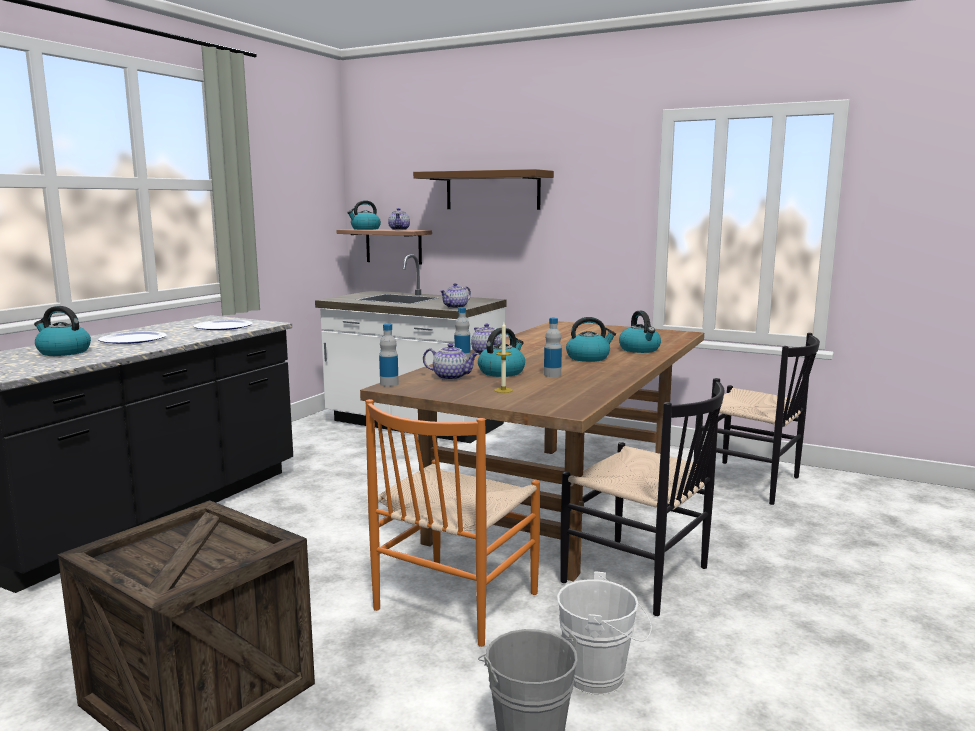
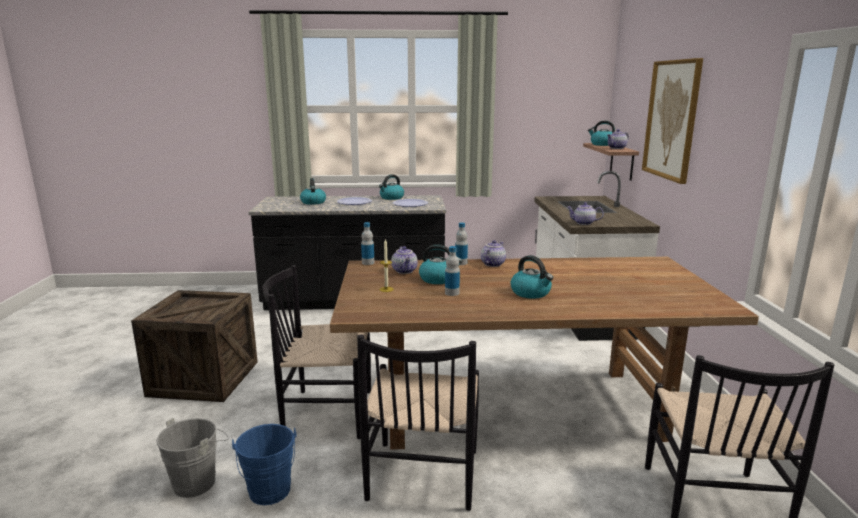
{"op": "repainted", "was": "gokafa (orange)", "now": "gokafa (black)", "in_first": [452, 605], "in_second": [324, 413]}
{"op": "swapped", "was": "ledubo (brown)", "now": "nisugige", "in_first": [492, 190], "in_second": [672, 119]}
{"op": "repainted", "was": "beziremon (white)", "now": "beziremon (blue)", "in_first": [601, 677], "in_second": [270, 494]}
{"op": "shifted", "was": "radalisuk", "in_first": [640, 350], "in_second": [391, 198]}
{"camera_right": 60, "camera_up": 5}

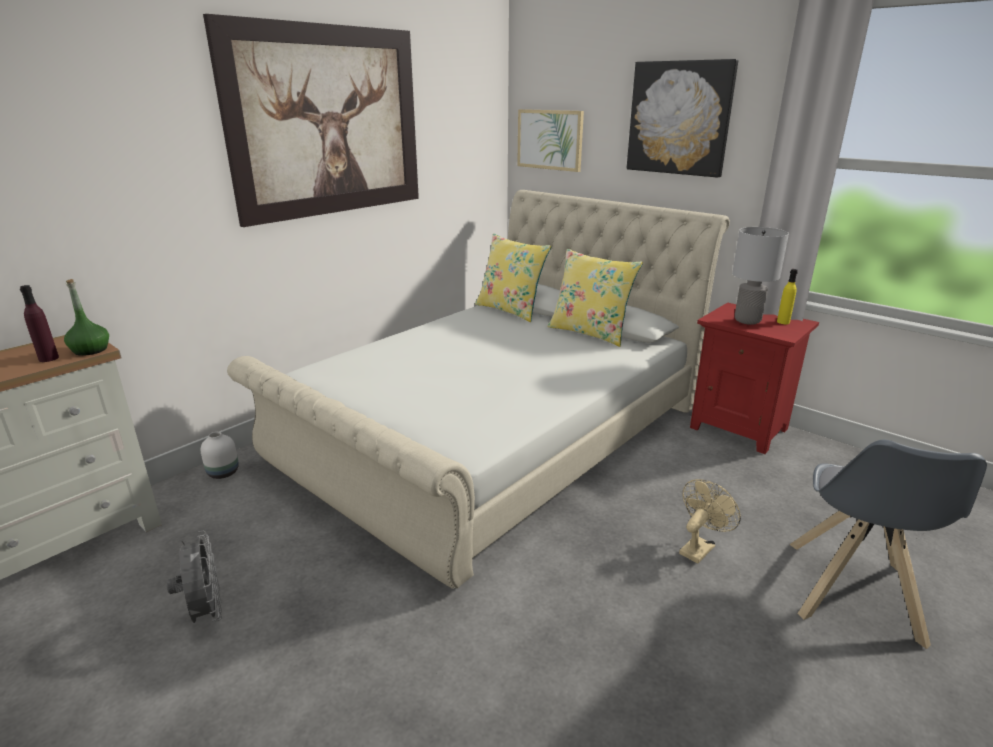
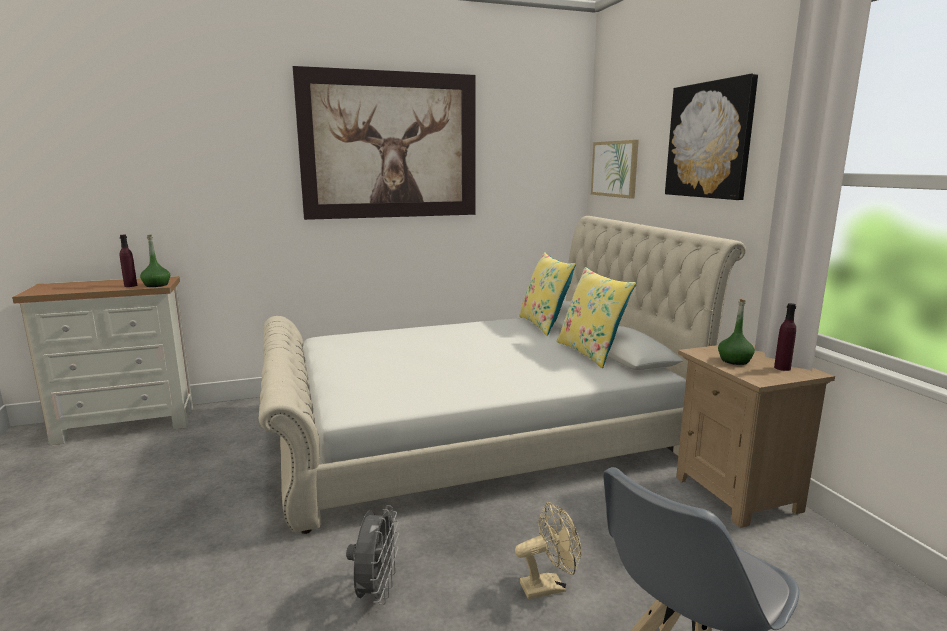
{"op": "shifted", "was": "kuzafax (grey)", "in_first": [206, 612], "in_second": [376, 592]}
{"op": "gone", "was": "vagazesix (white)", "in_first": [223, 472]}
{"op": "repainted", "was": "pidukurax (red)", "now": "pidukurax (beige)", "in_first": [738, 429], "in_second": [735, 495]}
{"op": "swapped", "was": "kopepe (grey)", "now": "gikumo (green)", "in_first": [747, 322], "in_second": [734, 360]}
{"op": "repainted", "was": "gikumo (yellow)", "now": "gikumo (purple)", "in_first": [783, 322], "in_second": [782, 368]}
{"camera_right": 30, "camera_up": -10}

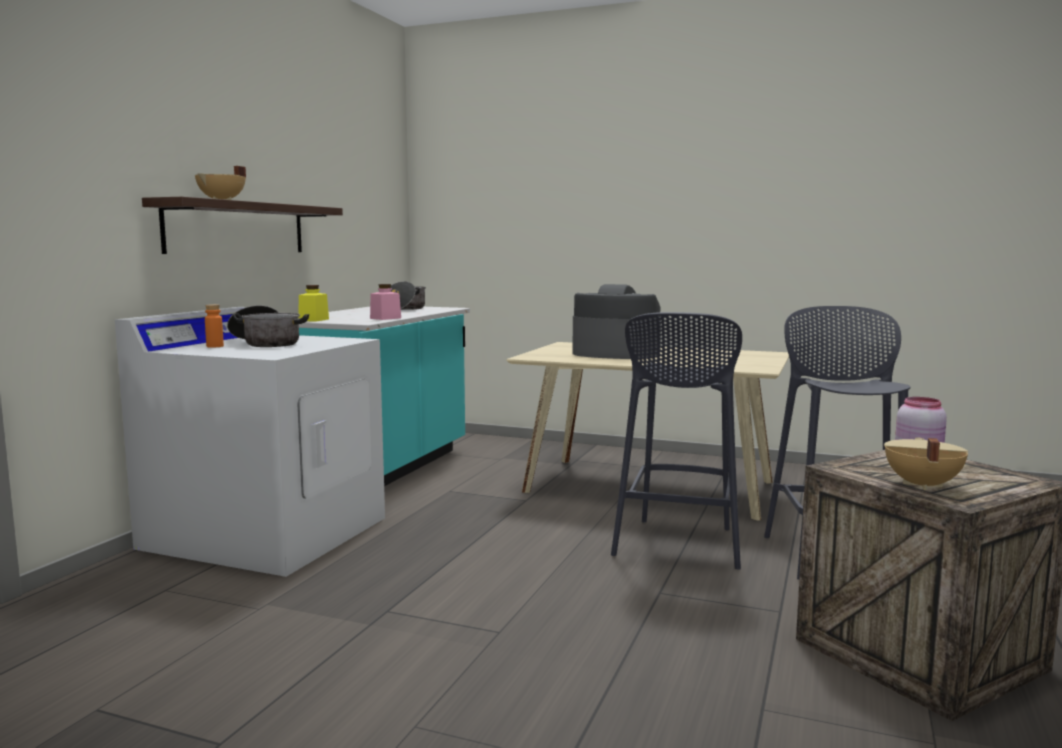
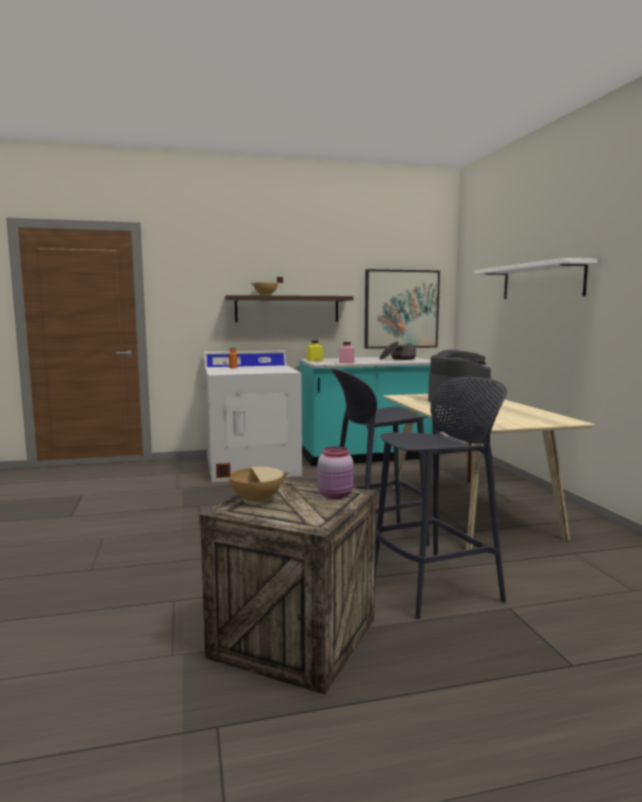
{"op": "gone", "was": "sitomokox", "in_first": [266, 343]}
{"op": "new", "now": "nisugige", "in_second": [401, 309]}
{"op": "new", "now": "ledubo (white)", "in_second": [541, 281]}
{"camera_right": 55, "camera_up": 0}

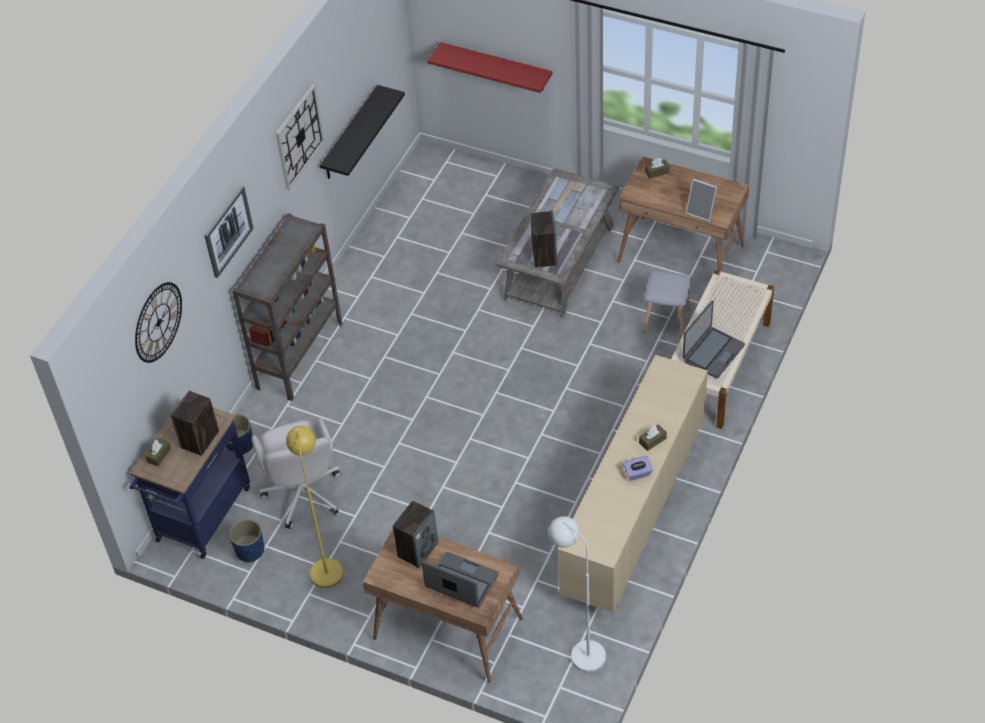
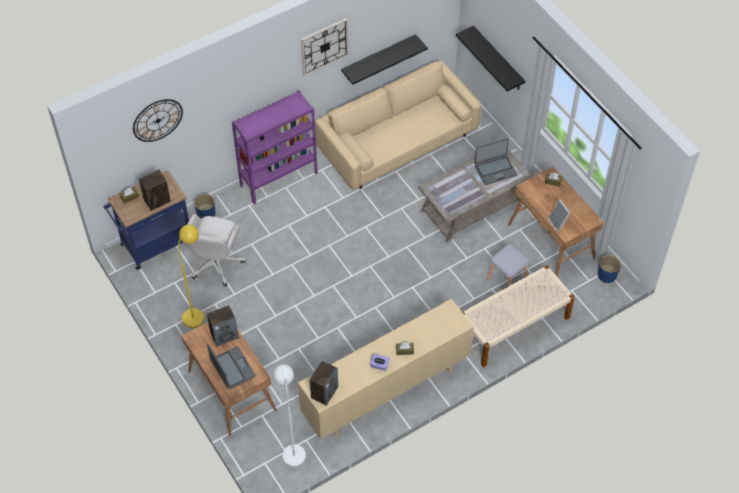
{"op": "gone", "was": "nisugige", "in_first": [227, 231]}
{"op": "shifted", "was": "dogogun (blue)", "in_first": [250, 550], "in_second": [607, 275]}
{"op": "repainted", "was": "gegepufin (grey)", "now": "gegepufin (purple)", "in_first": [299, 355], "in_second": [279, 179]}
{"op": "repainted", "was": "ledubo (red)", "now": "ledubo (black)", "in_first": [496, 67], "in_second": [498, 59]}
{"op": "shifted", "was": "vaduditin", "in_first": [544, 255], "in_second": [324, 392]}
{"op": "shifted", "was": "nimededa", "in_first": [712, 353], "in_second": [495, 170]}
{"op": "new", "now": "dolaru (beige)", "in_second": [397, 142]}
{"camera_right": 30, "camera_up": 5}

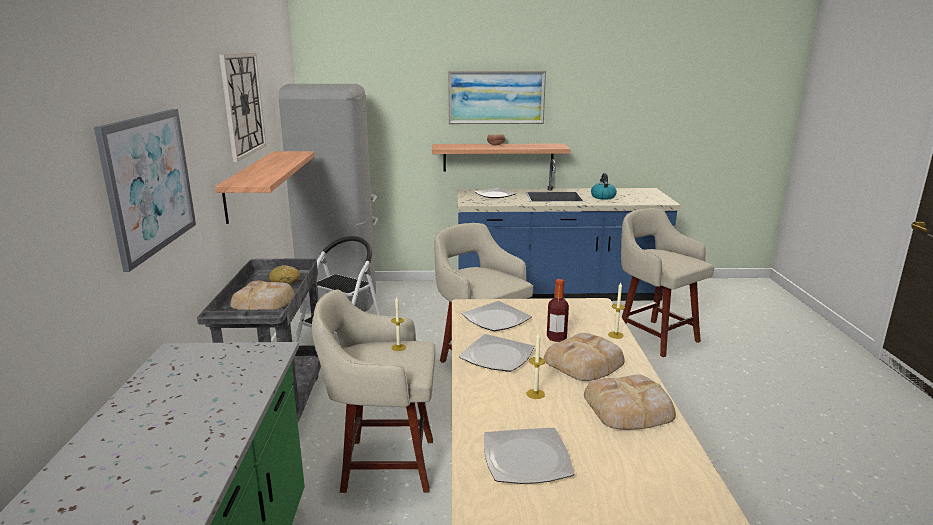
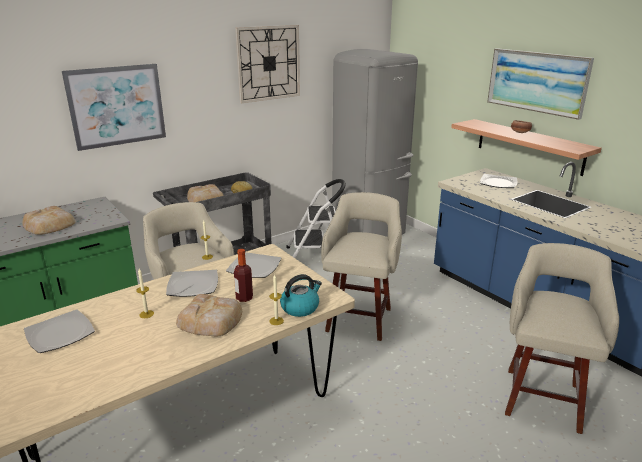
{"op": "gone", "was": "ledubo", "in_first": [250, 185]}
{"op": "shifted", "was": "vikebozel", "in_first": [630, 409], "in_second": [49, 225]}
{"op": "shifted", "was": "radalisuk", "in_first": [603, 197], "in_second": [300, 307]}
{"camera_right": 55, "camera_up": 5}

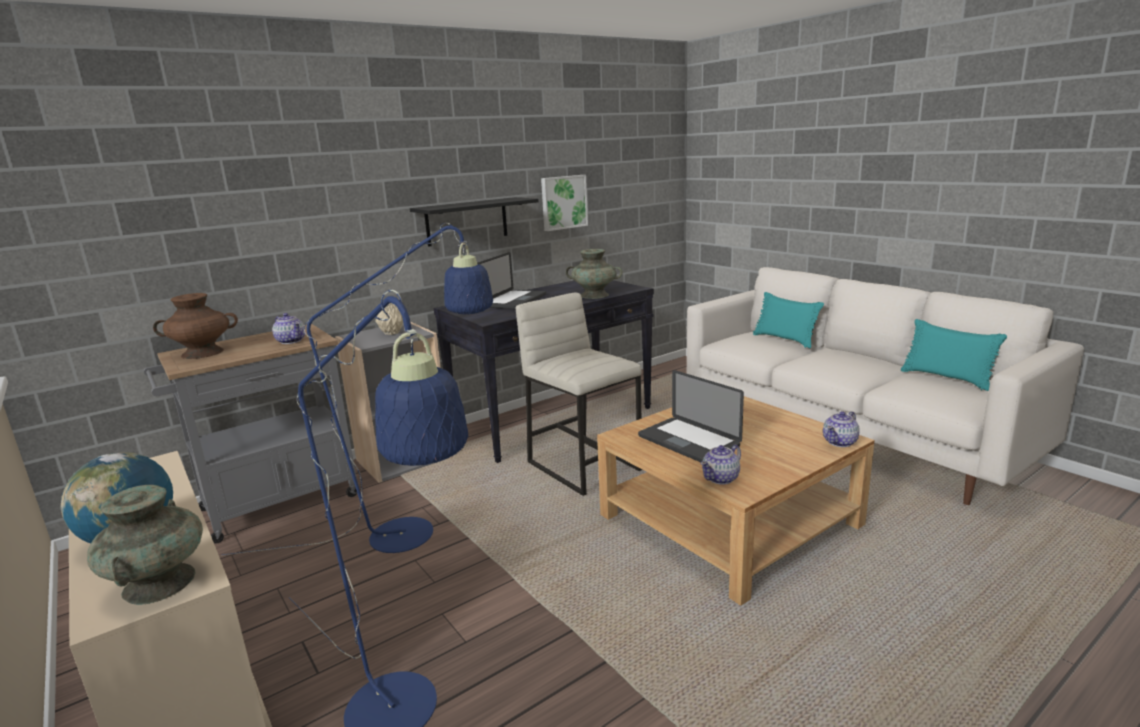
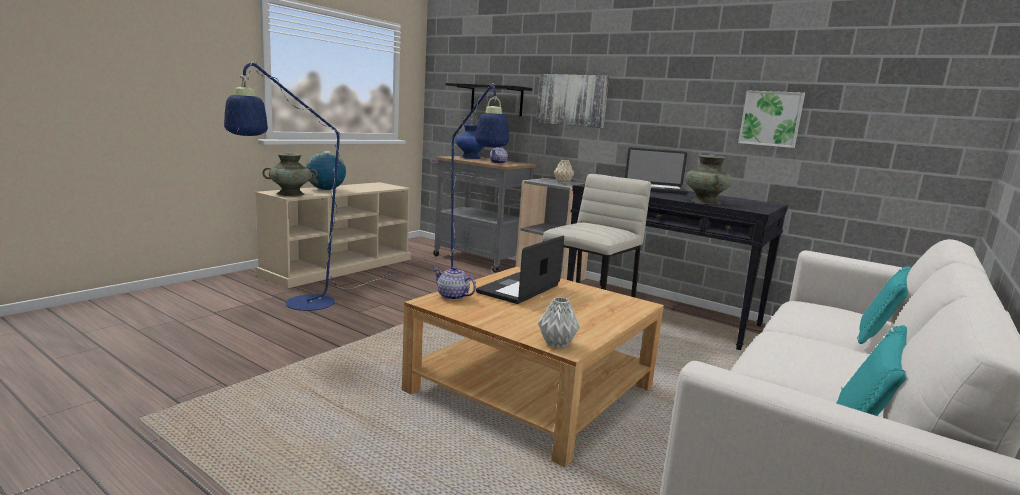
{"op": "repainted", "was": "vagazesix (brown)", "now": "vagazesix (blue)", "in_first": [203, 353], "in_second": [470, 157]}
{"op": "shifted", "was": "ledubo (black)", "in_first": [467, 221], "in_second": [496, 100]}
{"op": "swapped", "was": "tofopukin", "now": "vagazesix (grey)", "in_first": [840, 442], "in_second": [556, 344]}
{"op": "new", "now": "nisugige", "in_second": [572, 100]}
{"camera_right": 70, "camera_up": -5}

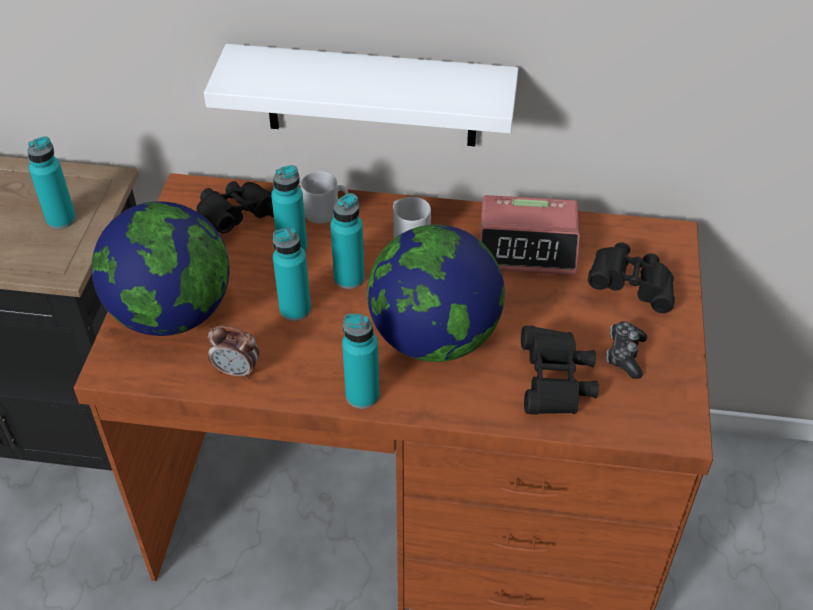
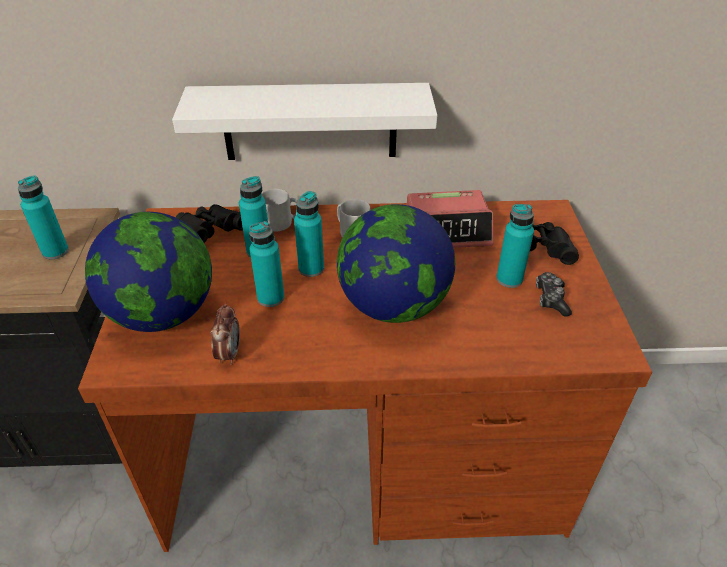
{"op": "rotated", "was": "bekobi", "in_first": [237, 371], "in_second": [229, 354], "clockwise": -90}
{"op": "shifted", "was": "gikumo (turquoise)", "in_first": [362, 395], "in_second": [509, 279]}
{"op": "gone", "was": "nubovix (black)", "in_first": [555, 384]}
{"camera_right": -10, "camera_up": -5}

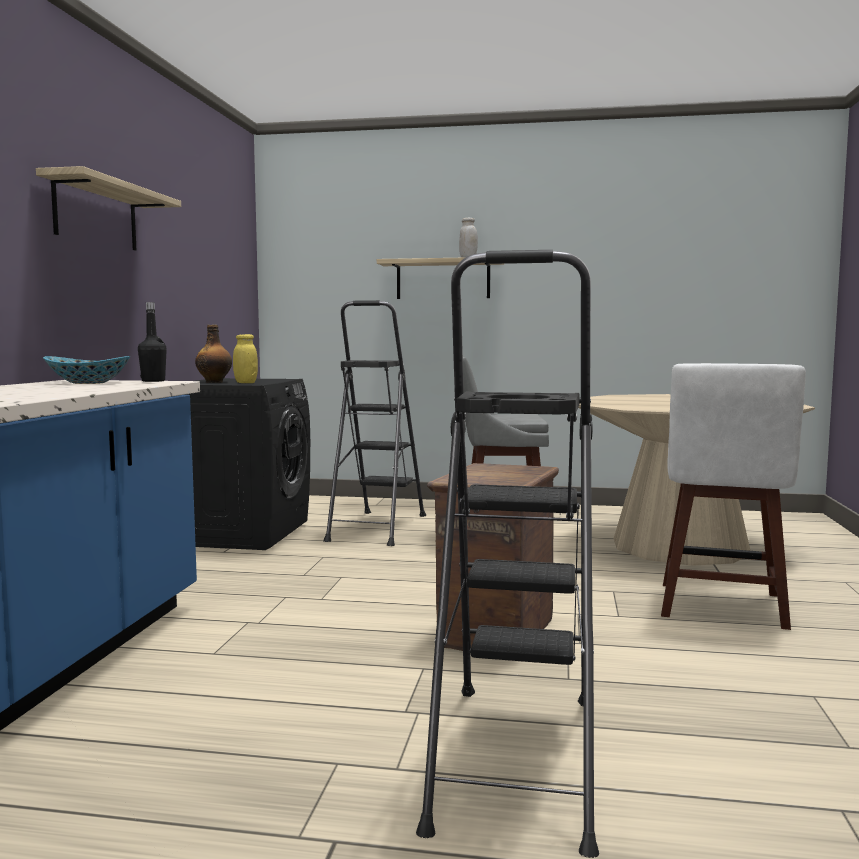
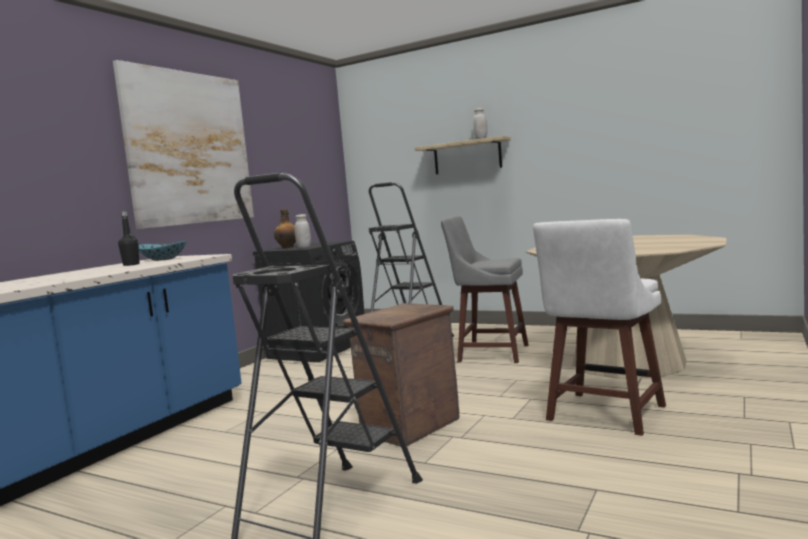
{"op": "swapped", "was": "ledubo", "now": "nisugige", "in_first": [96, 215], "in_second": [189, 148]}
{"op": "shifted", "was": "gikumo (black)", "in_first": [153, 381], "in_second": [131, 264]}
{"op": "repainted", "was": "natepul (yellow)", "now": "natepul (white)", "in_first": [245, 383], "in_second": [304, 247]}
{"camera_right": 20, "camera_up": 0}

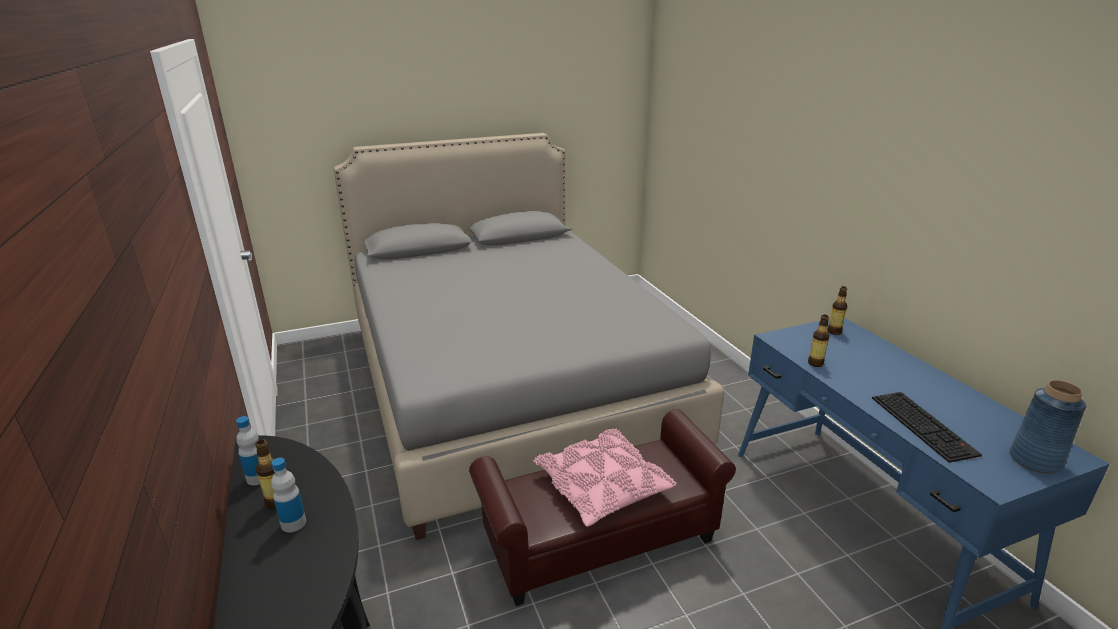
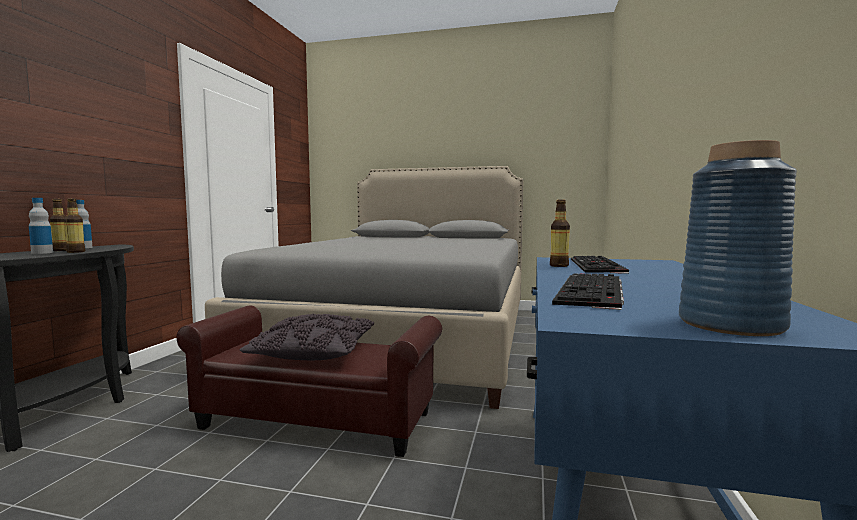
{"op": "repainted", "was": "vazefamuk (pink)", "now": "vazefamuk (black)", "in_first": [602, 486], "in_second": [314, 352]}
{"op": "shifted", "was": "gikumo", "in_first": [834, 332], "in_second": [76, 252]}
{"op": "new", "now": "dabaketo", "in_second": [598, 265]}
{"camera_right": 35, "camera_up": -20}

